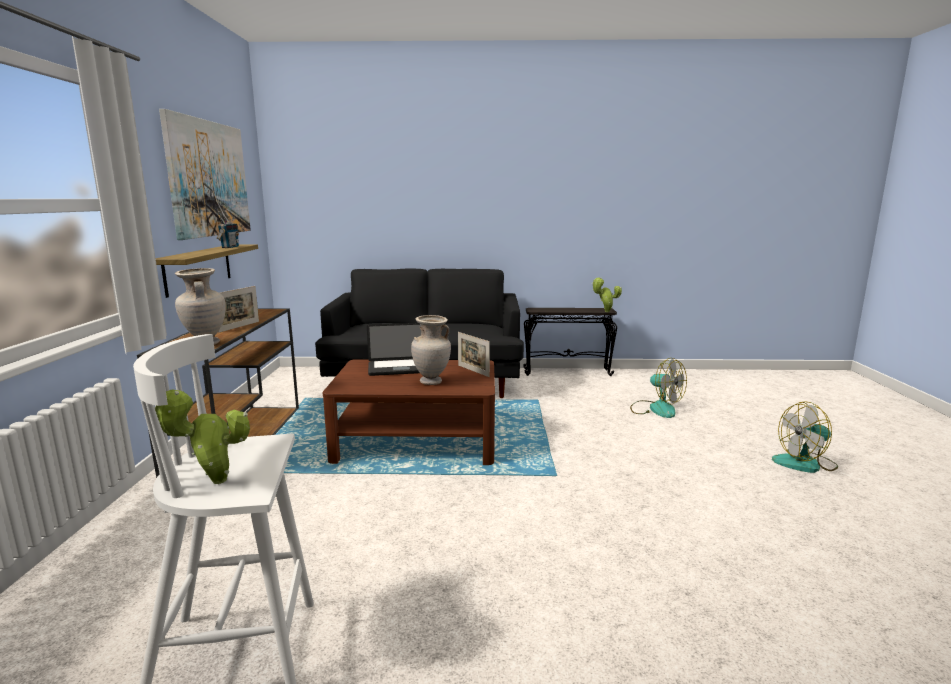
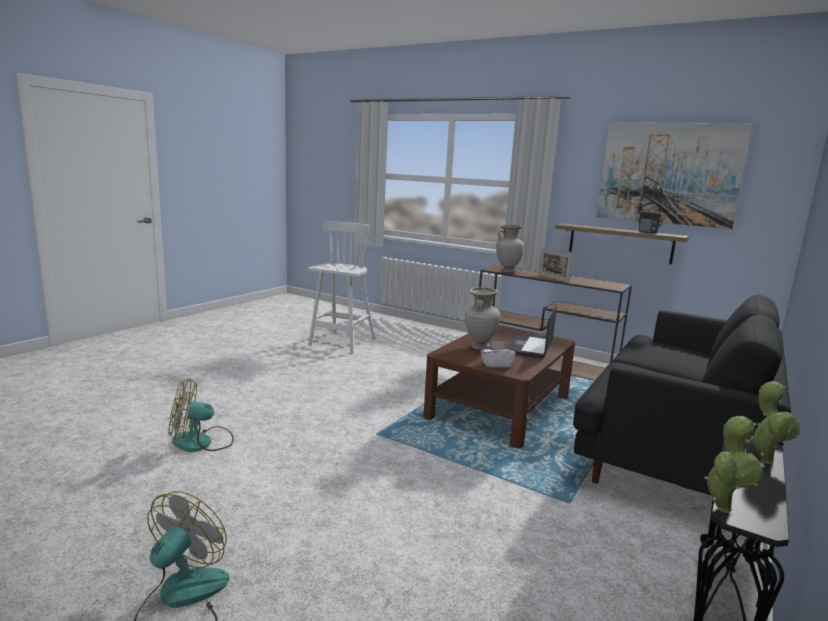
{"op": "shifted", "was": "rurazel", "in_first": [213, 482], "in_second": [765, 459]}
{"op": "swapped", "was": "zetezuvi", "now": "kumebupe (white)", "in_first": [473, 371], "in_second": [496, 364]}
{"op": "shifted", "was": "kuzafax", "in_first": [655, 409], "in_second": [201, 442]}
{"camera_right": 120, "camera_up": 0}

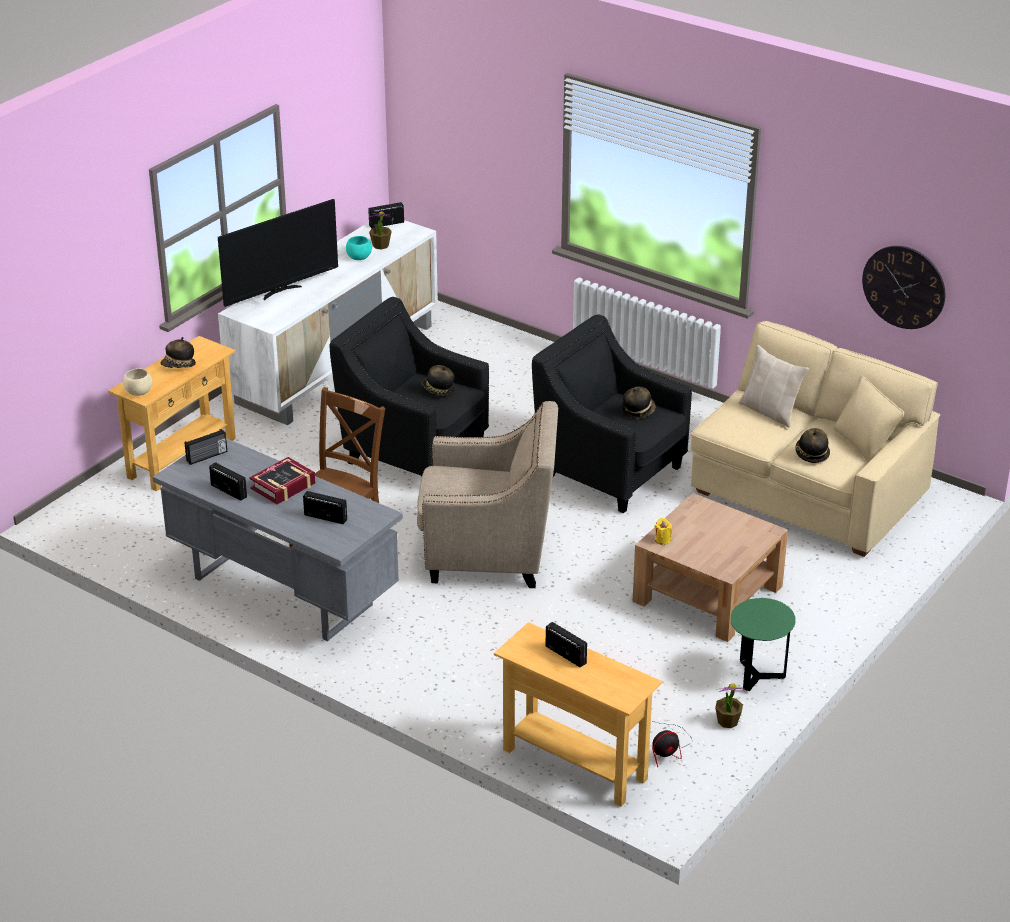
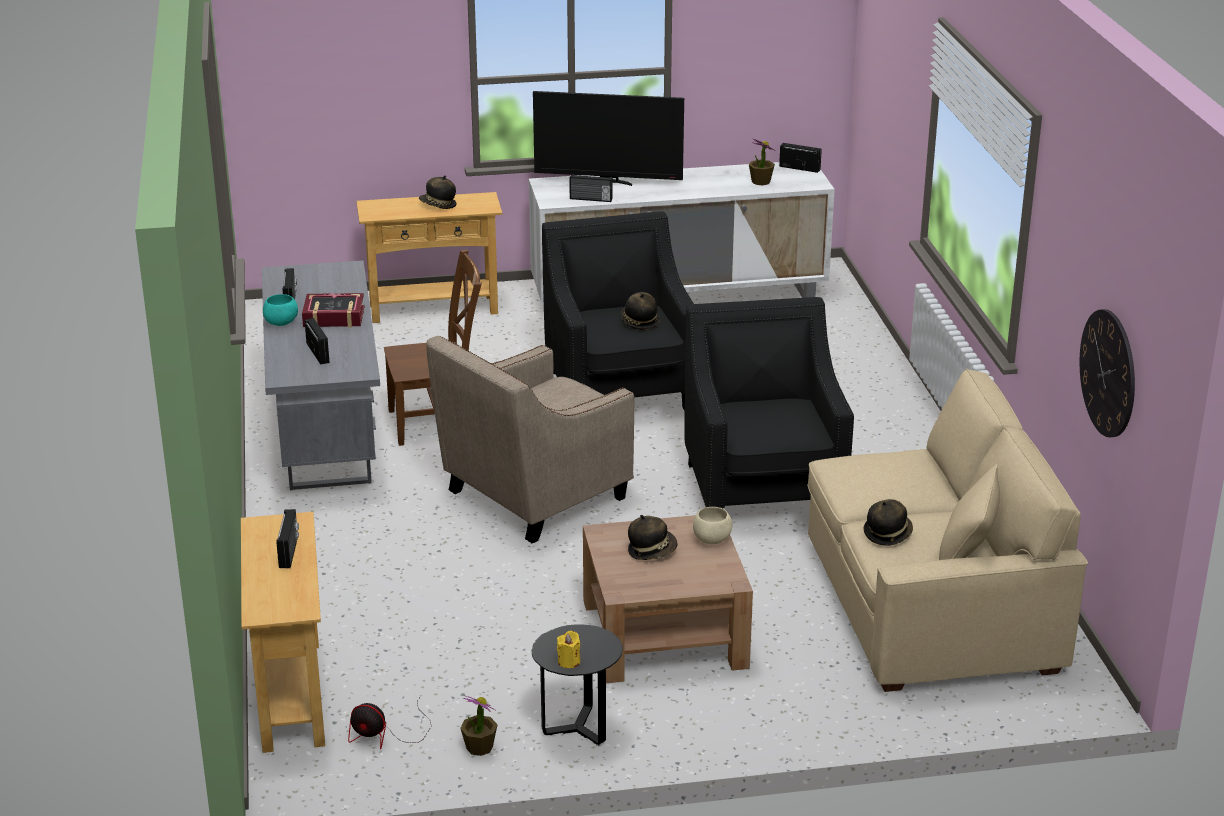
{"op": "shifted", "was": "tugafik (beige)", "in_first": [139, 392], "in_second": [712, 540]}
{"op": "shifted", "was": "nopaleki", "in_first": [207, 456], "in_second": [591, 199]}
{"op": "shifted", "was": "tugafik (turquoise)", "in_first": [359, 258], "in_second": [281, 323]}
{"op": "rotated", "was": "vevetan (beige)", "in_first": [489, 553], "in_second": [535, 495], "clockwise": 90}
{"op": "shifted", "was": "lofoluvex", "in_first": [637, 411], "in_second": [652, 551]}
{"op": "shifted", "was": "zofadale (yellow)", "in_first": [662, 540], "in_second": [569, 661]}
{"op": "repainted", "was": "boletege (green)", "now": "boletege (black)", "in_first": [757, 677], "in_second": [577, 728]}
{"op": "gone", "was": "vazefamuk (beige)", "in_first": [770, 411]}
{"camera_right": 45, "camera_up": -5}

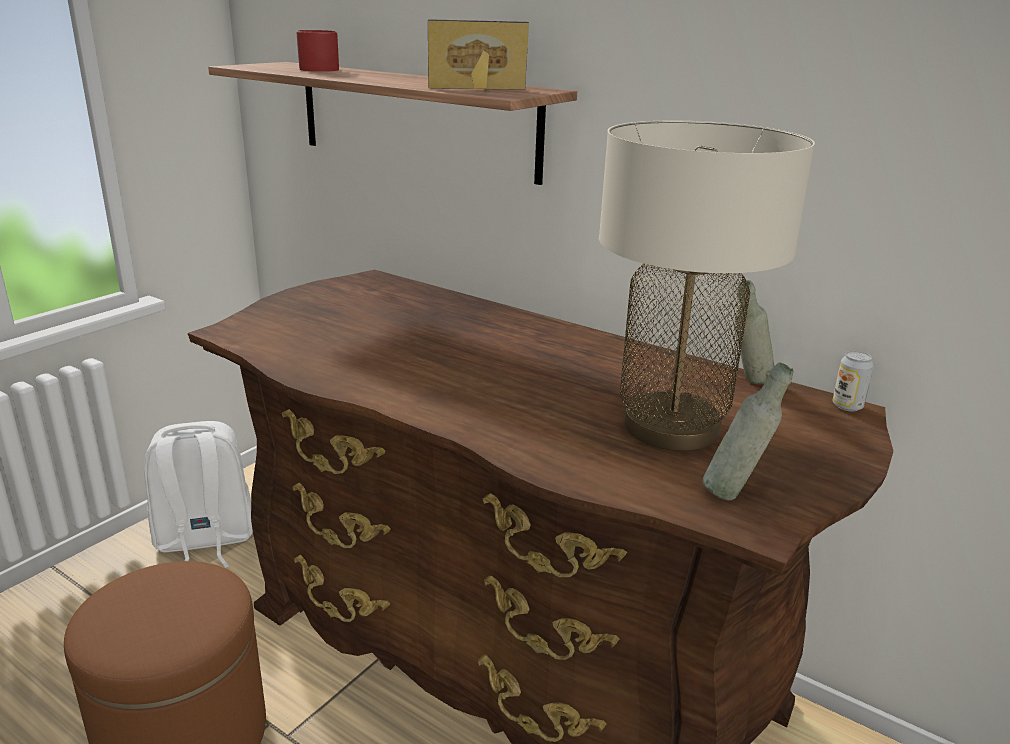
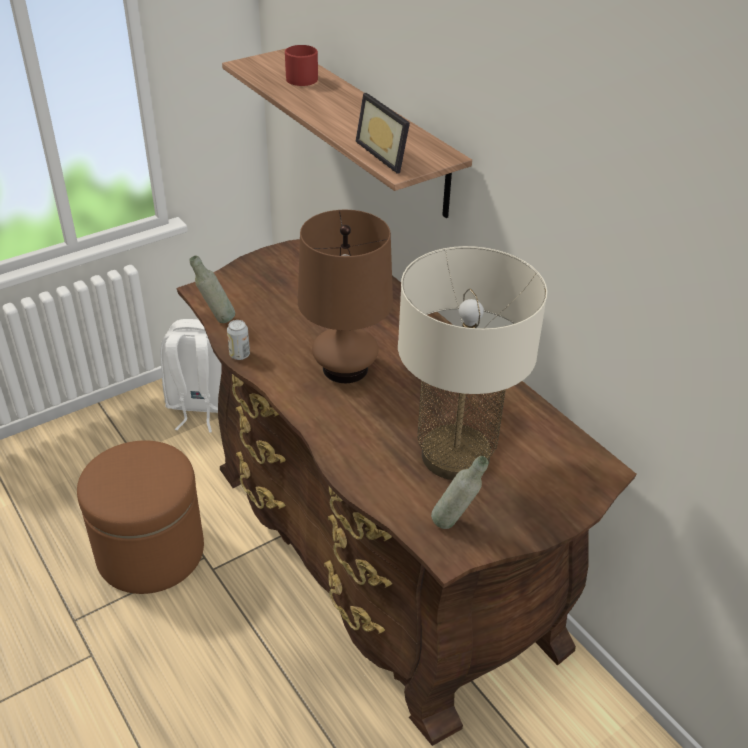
{"op": "rotated", "was": "zetezuvi", "in_first": [478, 90], "in_second": [388, 154], "clockwise": -135}
{"op": "shifted", "was": "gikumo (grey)", "in_first": [747, 383], "in_second": [216, 320]}
{"op": "shifted", "was": "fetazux", "in_first": [847, 406], "in_second": [239, 355]}
{"op": "new", "now": "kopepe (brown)", "in_second": [345, 368]}
{"camera_right": 20, "camera_up": 15}

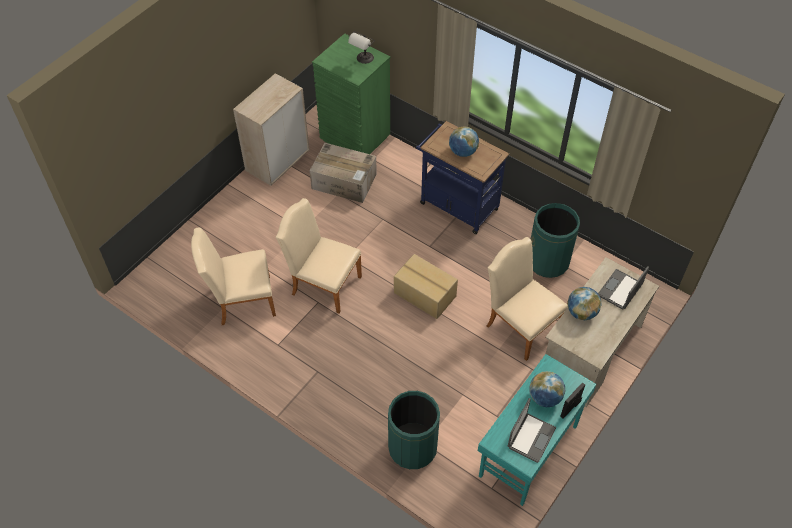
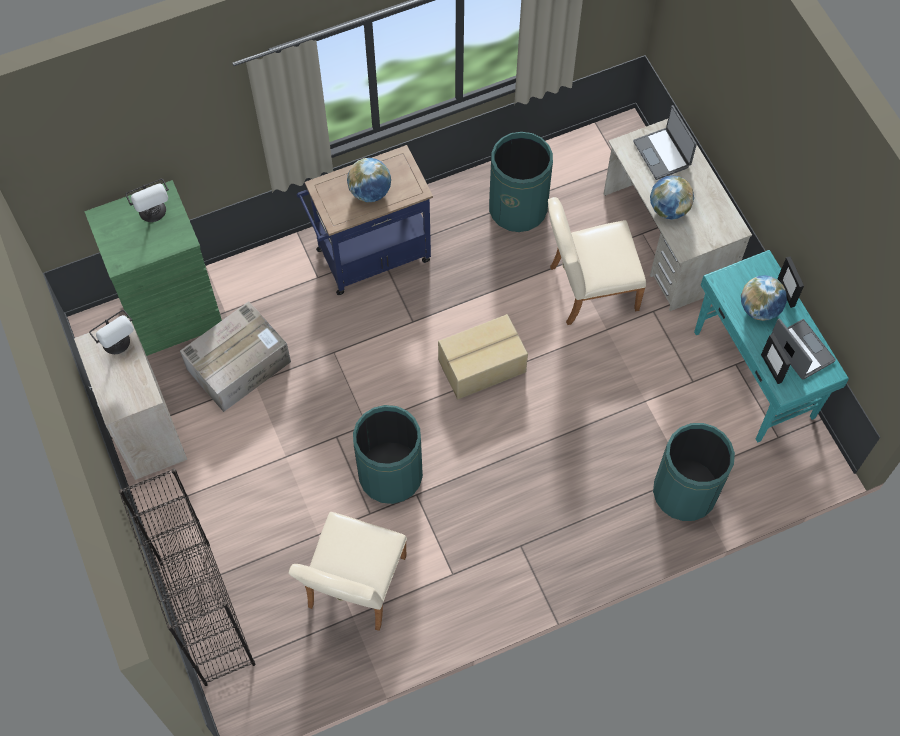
{"op": "swapped", "was": "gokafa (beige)", "now": "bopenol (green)", "in_first": [322, 283], "in_second": [390, 475]}
{"op": "new", "now": "kopepe", "in_second": [120, 345]}
{"op": "new", "now": "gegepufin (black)", "in_second": [206, 612]}
{"op": "new", "now": "zetezuvi", "in_second": [772, 368]}
{"camera_right": -60, "camera_up": 10}

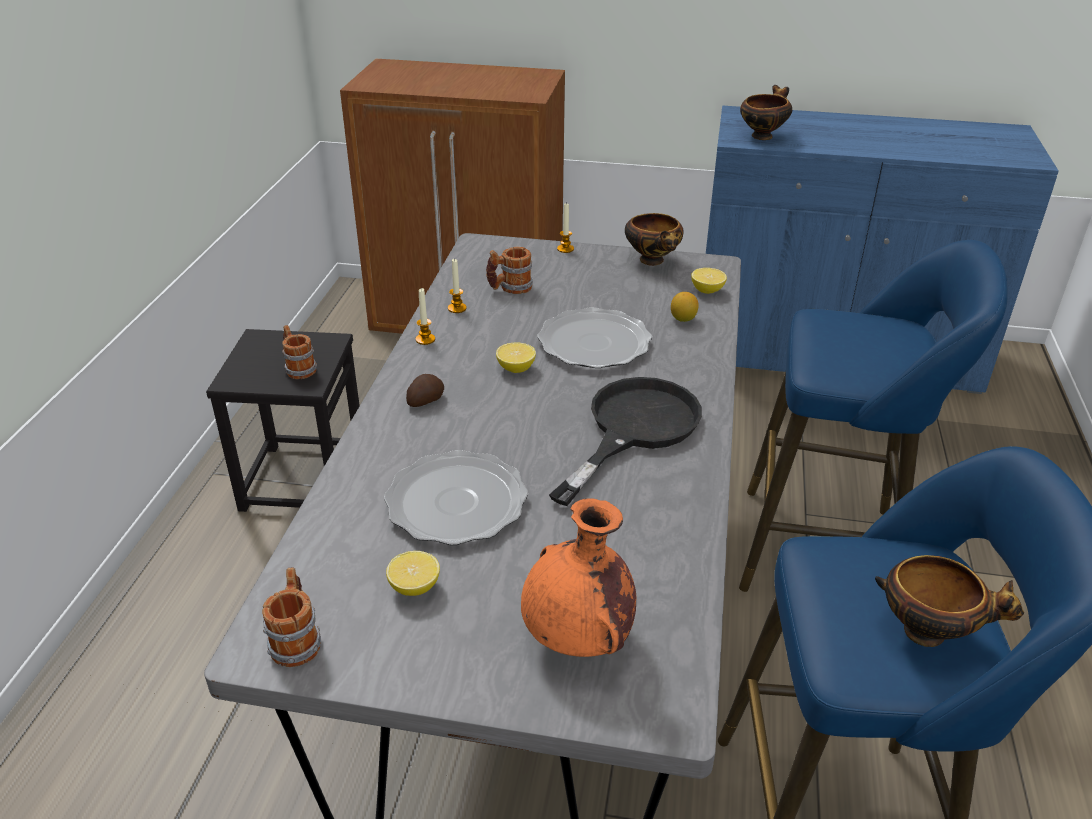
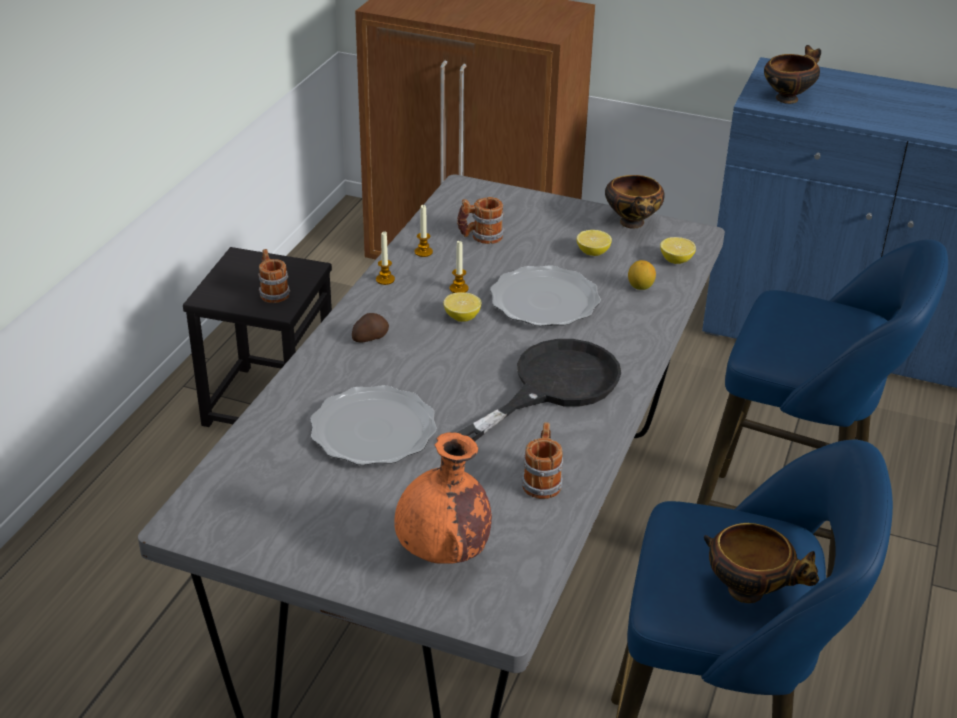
{"op": "shifted", "was": "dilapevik", "in_first": [297, 638], "in_second": [542, 480]}
{"op": "shifted", "was": "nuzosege", "in_first": [414, 587], "in_second": [593, 253]}
{"op": "shifted", "was": "zofadale", "in_first": [565, 249], "in_second": [459, 288]}
{"camera_right": 10, "camera_up": 0}

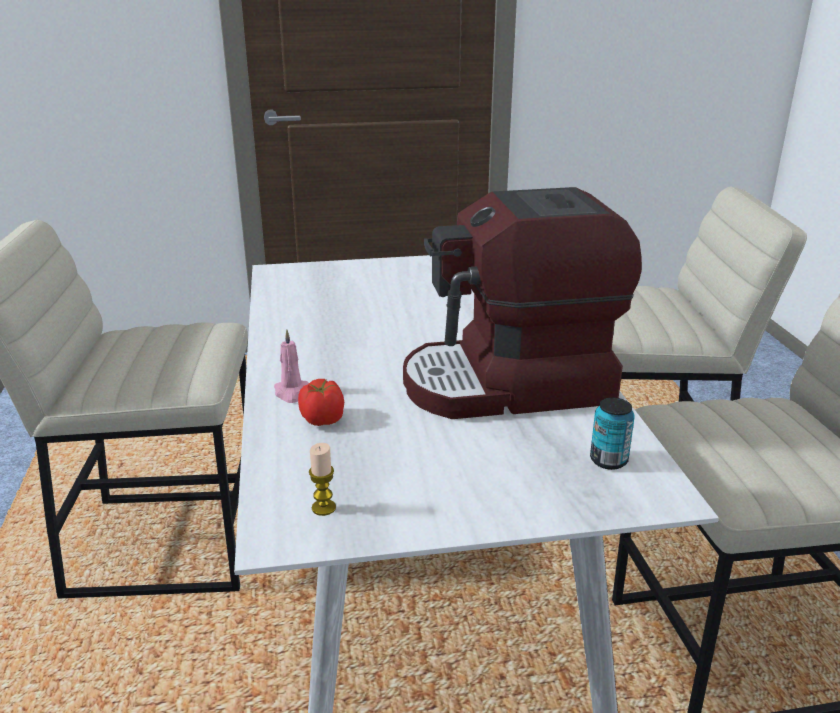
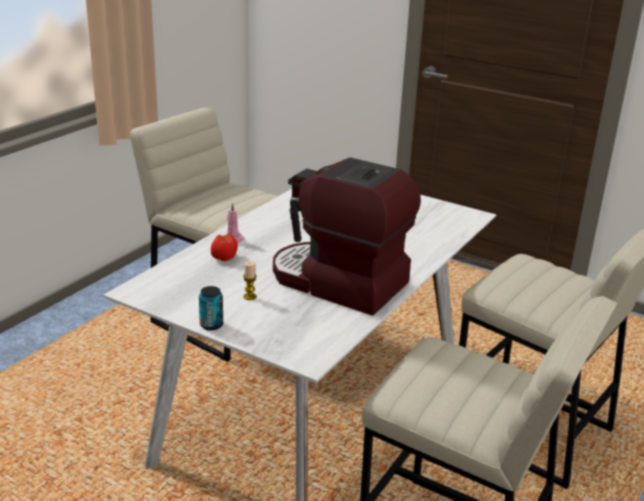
{"op": "shifted", "was": "zofadale", "in_first": [323, 508], "in_second": [250, 296]}
{"op": "shifted", "was": "fetazux", "in_first": [608, 460], "in_second": [211, 325]}
{"camera_right": 40, "camera_up": 0}

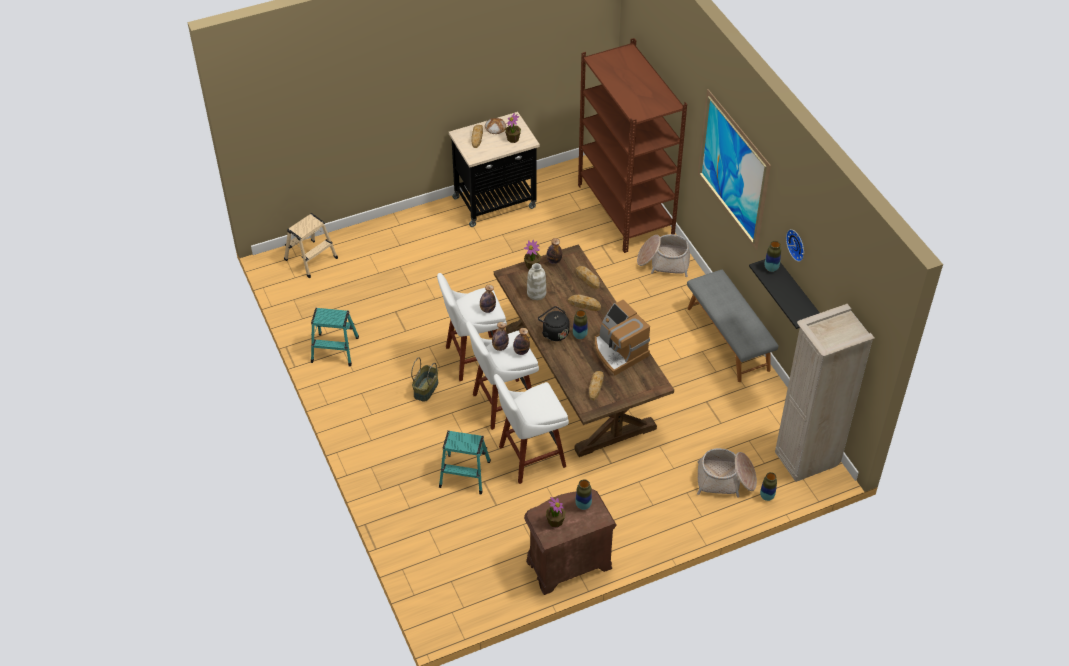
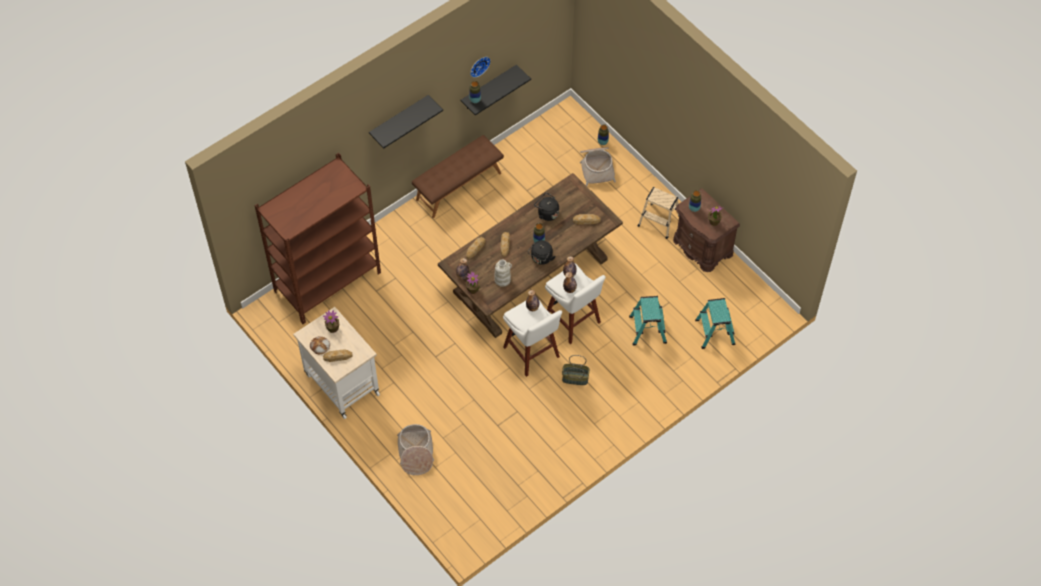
{"op": "shifted", "was": "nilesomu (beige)", "in_first": [311, 258], "in_second": [659, 220]}
{"op": "shifted", "was": "nilesomu (turquoise)", "in_first": [334, 349], "in_second": [715, 332]}
{"op": "repainted", "was": "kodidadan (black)", "now": "kodidadan (white)", "in_first": [495, 202], "in_second": [341, 384]}
{"op": "gone", "was": "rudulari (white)", "in_first": [530, 457]}
{"op": "swapped", "was": "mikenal", "now": "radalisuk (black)", "in_first": [618, 351], "in_second": [546, 213]}
{"op": "shifted", "was": "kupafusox", "in_first": [663, 262], "in_second": [416, 453]}
{"op": "repainted", "was": "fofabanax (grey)", "now": "fofabanax (brown)", "in_first": [728, 339], "in_second": [458, 186]}
{"op": "swapped", "was": "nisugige", "now": "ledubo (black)", "in_first": [732, 169], "in_second": [399, 119]}
{"op": "gone", "was": "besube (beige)", "in_first": [807, 459]}
{"camera_right": -105, "camera_up": 10}

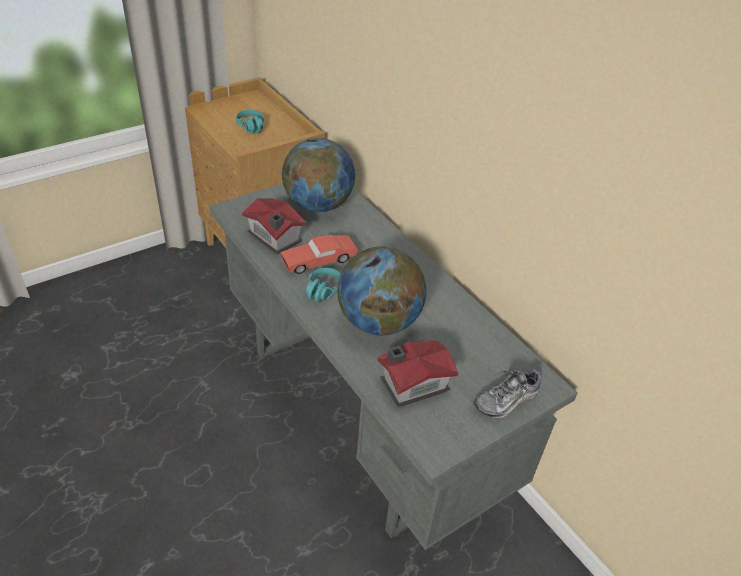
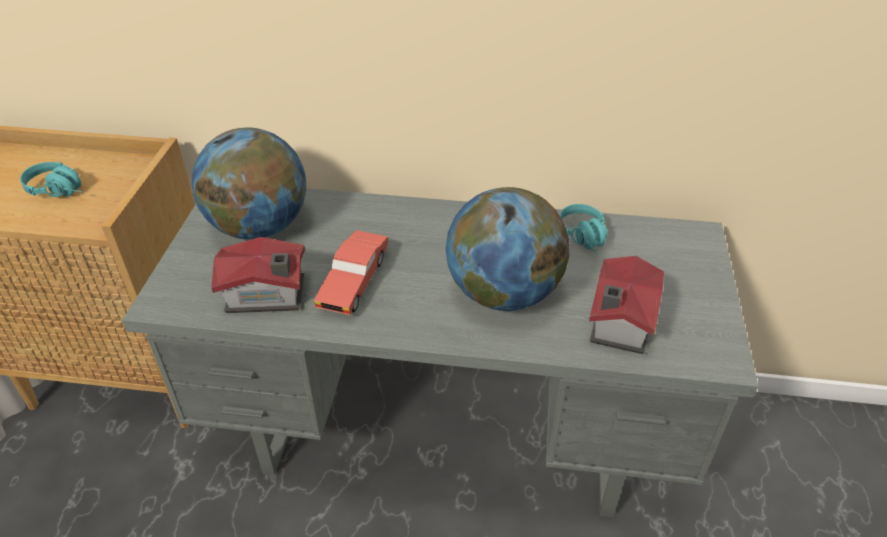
{"op": "shifted", "was": "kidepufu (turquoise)", "in_first": [320, 294], "in_second": [586, 239]}
{"op": "gone", "was": "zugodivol", "in_first": [506, 400]}
{"camera_right": -45, "camera_up": 0}

